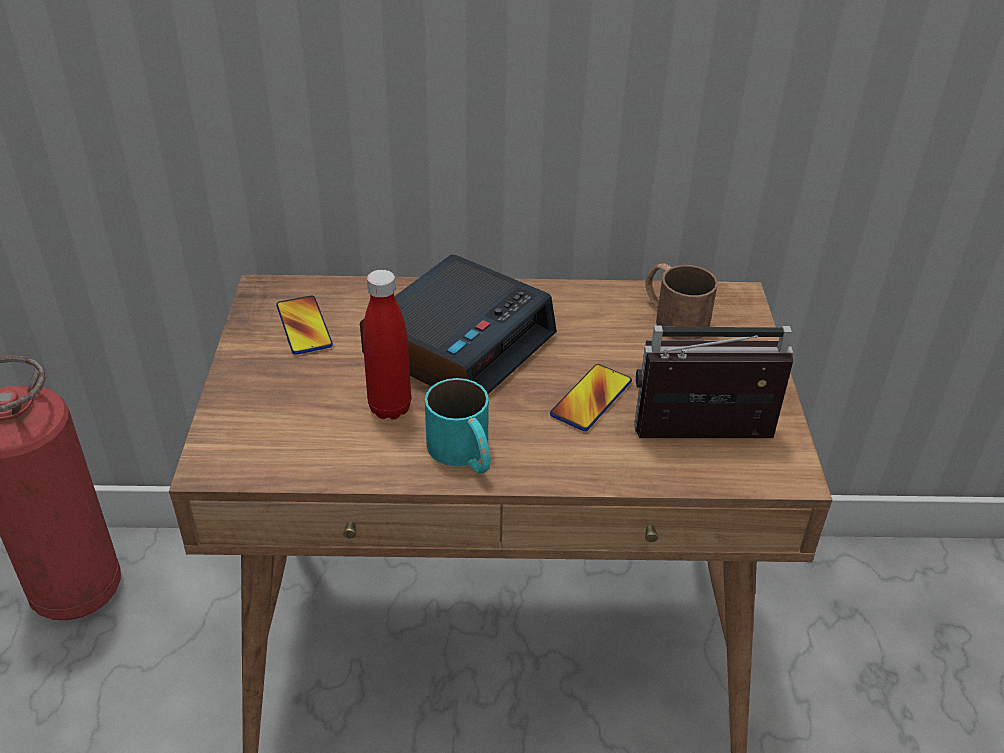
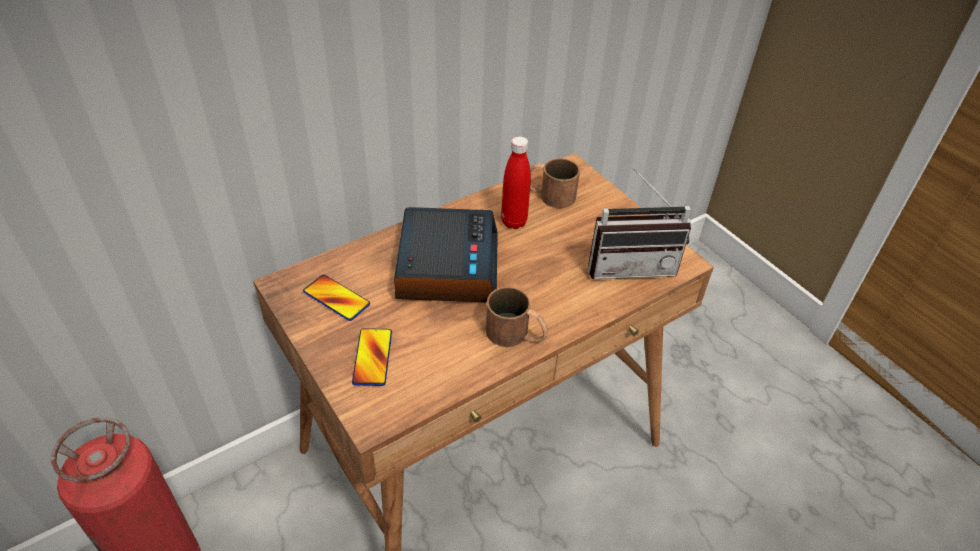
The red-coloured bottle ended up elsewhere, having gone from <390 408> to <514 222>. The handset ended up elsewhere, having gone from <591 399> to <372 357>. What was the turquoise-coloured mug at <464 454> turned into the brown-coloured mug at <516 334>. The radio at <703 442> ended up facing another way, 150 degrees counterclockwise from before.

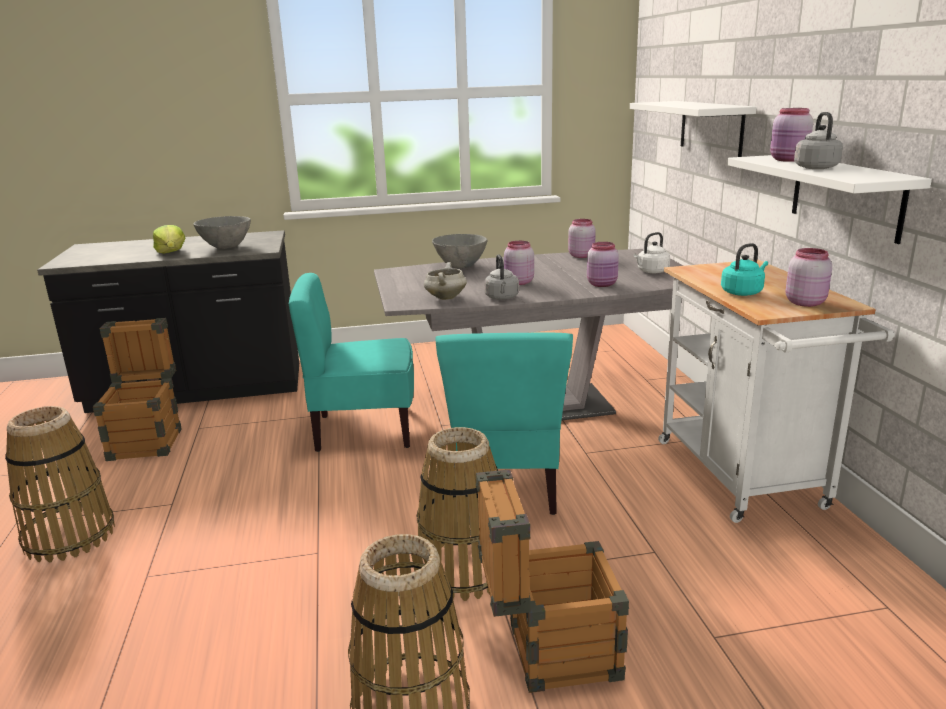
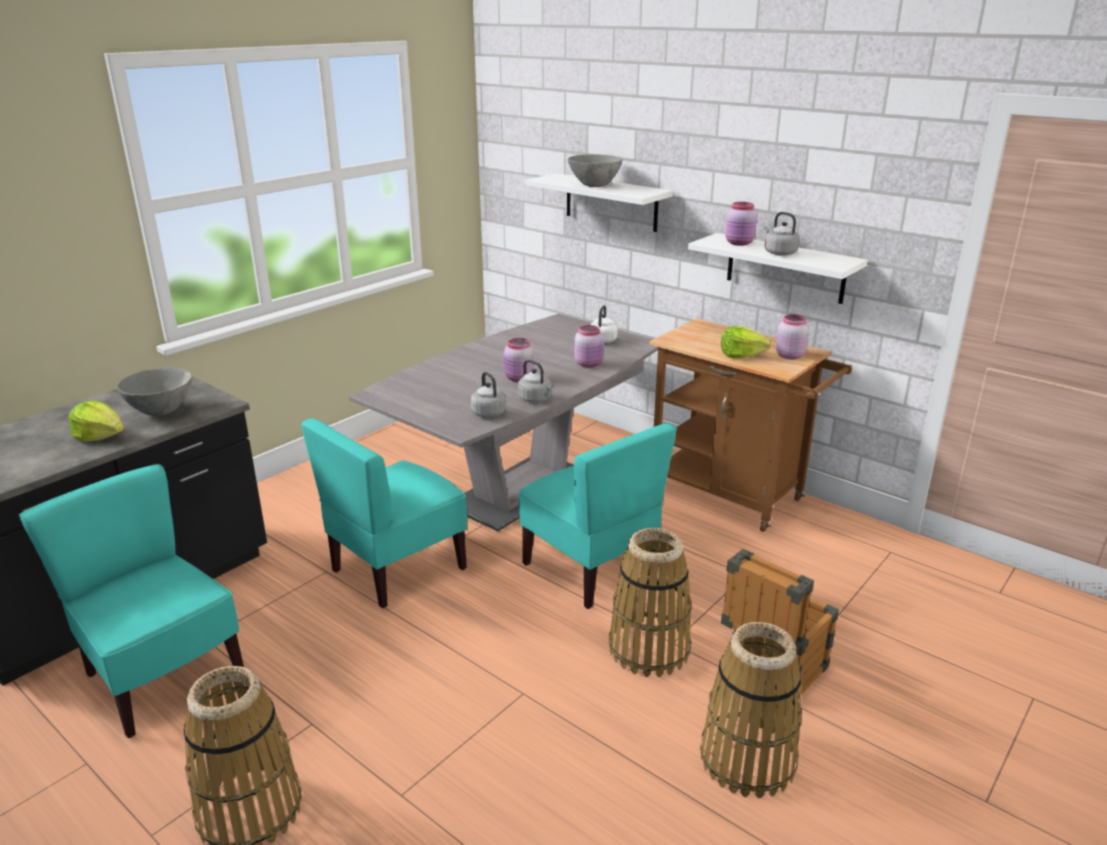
The second view lost the pinkish storage jar at <581 255>. The grey bowl ended up elsewhere, having gone from <460 266> to <594 186>. Where the shipping crate stood at <148 440>, the turquoise-coloured chair came to stand at <162 677>. Where the white stockpot stood at <445 298>, the grey water kettle came to stand at <487 412>. Where the turquoise-coloured water kettle stood at <743 292>, the lettuce came to stand at <741 355>. What was the white trolley at <745 479> turned into the brown-coloured trolley at <734 496>.

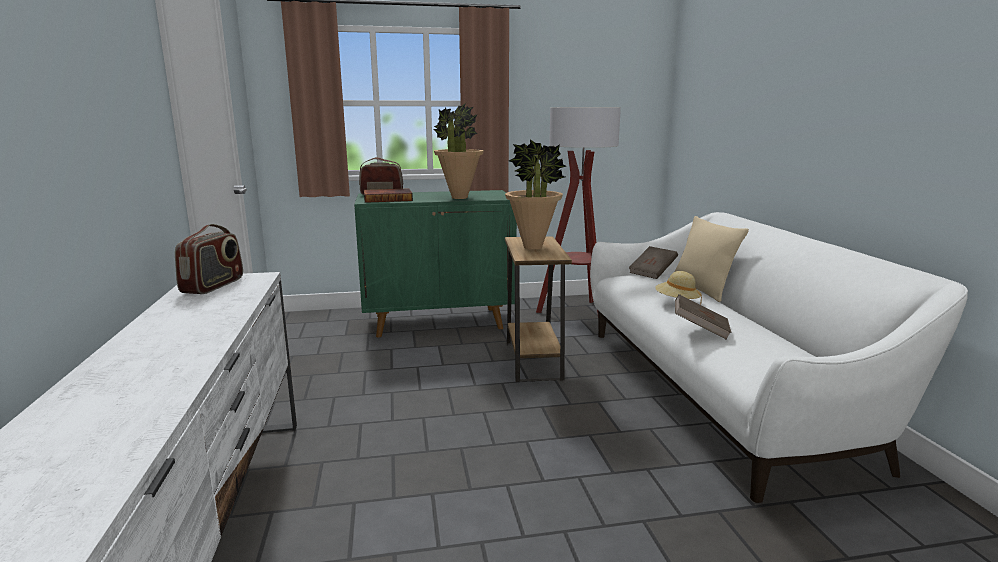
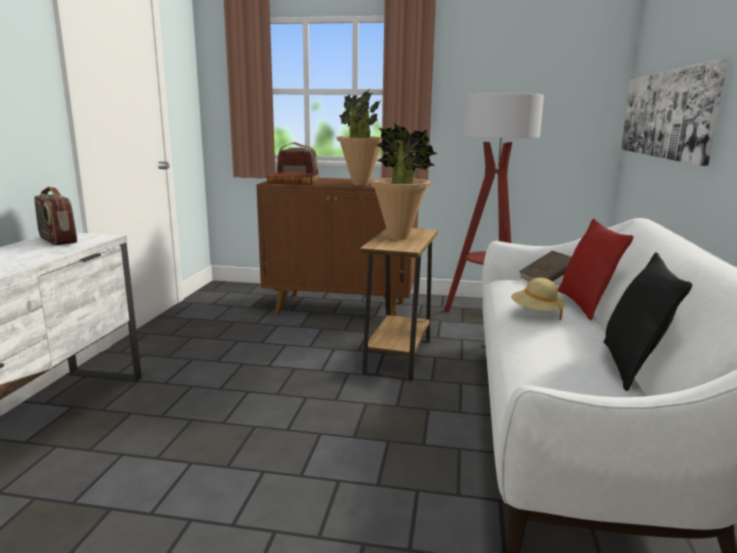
The second view lost the brown-coloured book at <700 330>. The second view gained the blackish throw pillow at <631 366>. The second view gained the wall picture at <665 114>. What was the greenish storage cabinet at <439 322> turned into the brown-coloured storage cabinet at <342 307>. What was the beige-coloured throw pillow at <702 290> turned into the red-coloured throw pillow at <585 305>. The radio at <213 286> ended up facing another way, 105 degrees clockwise from before.

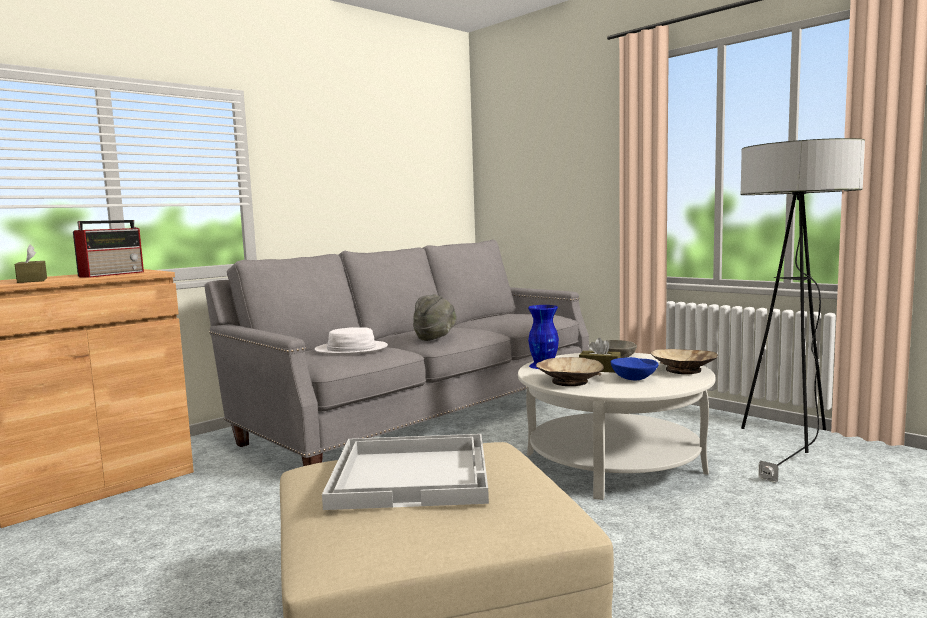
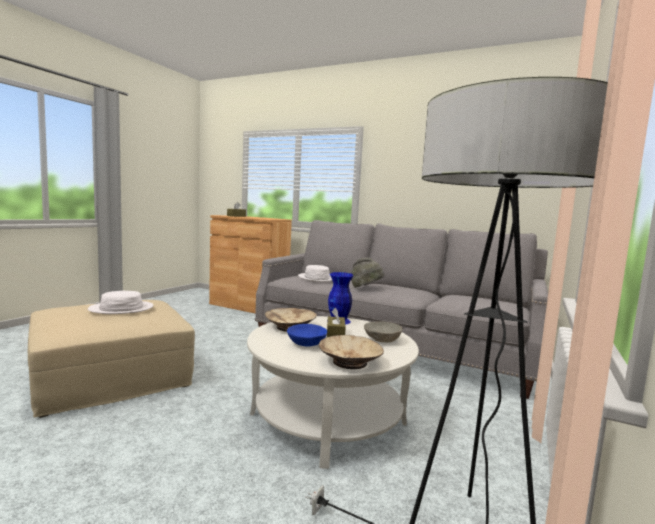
The second view lost the radio at <113 274>. Where the white serving tray stood at <412 474>, the white hat came to stand at <121 309>.

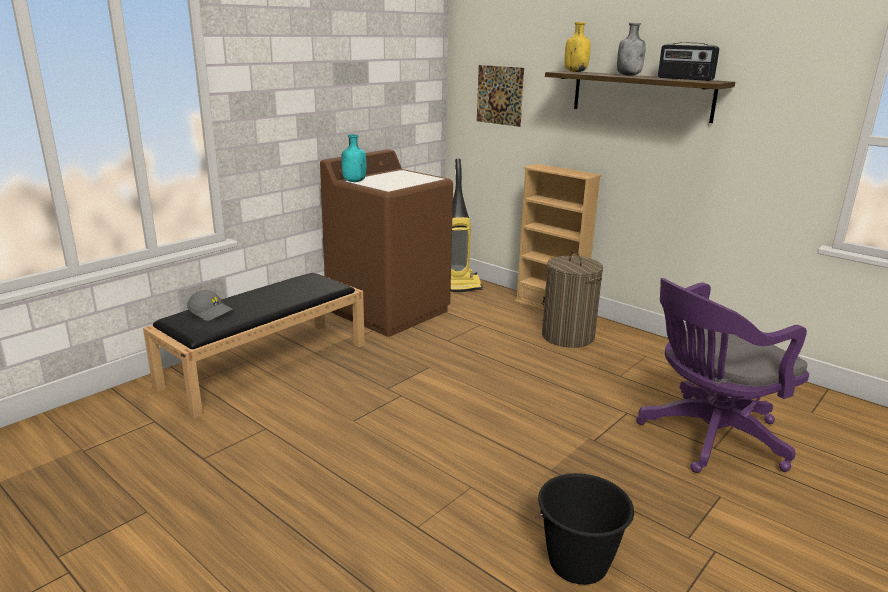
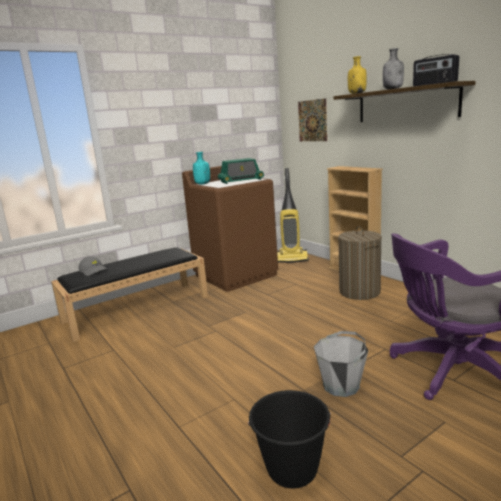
The second view gained the radio at <241 180>. The second view gained the grey pail at <341 385>.

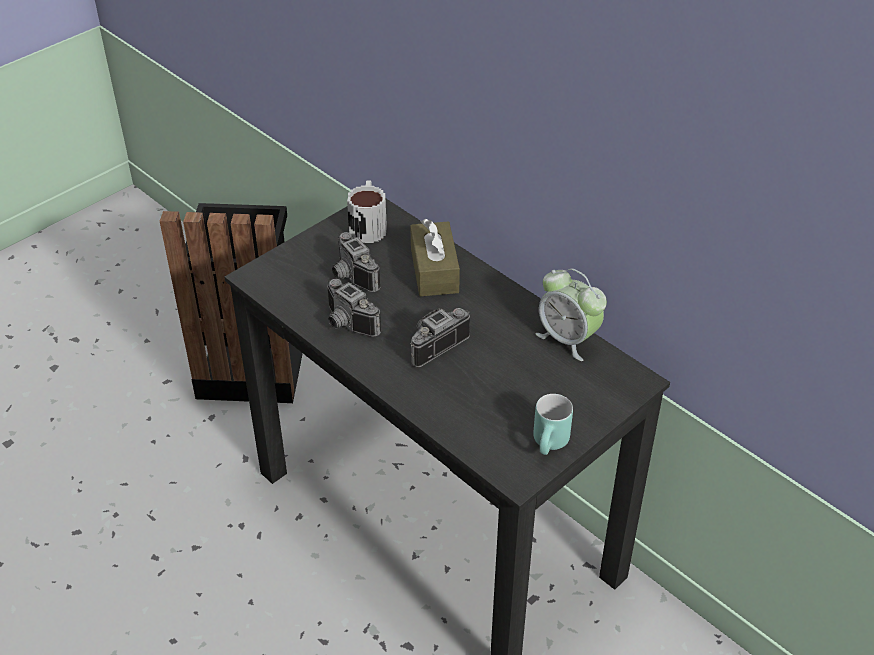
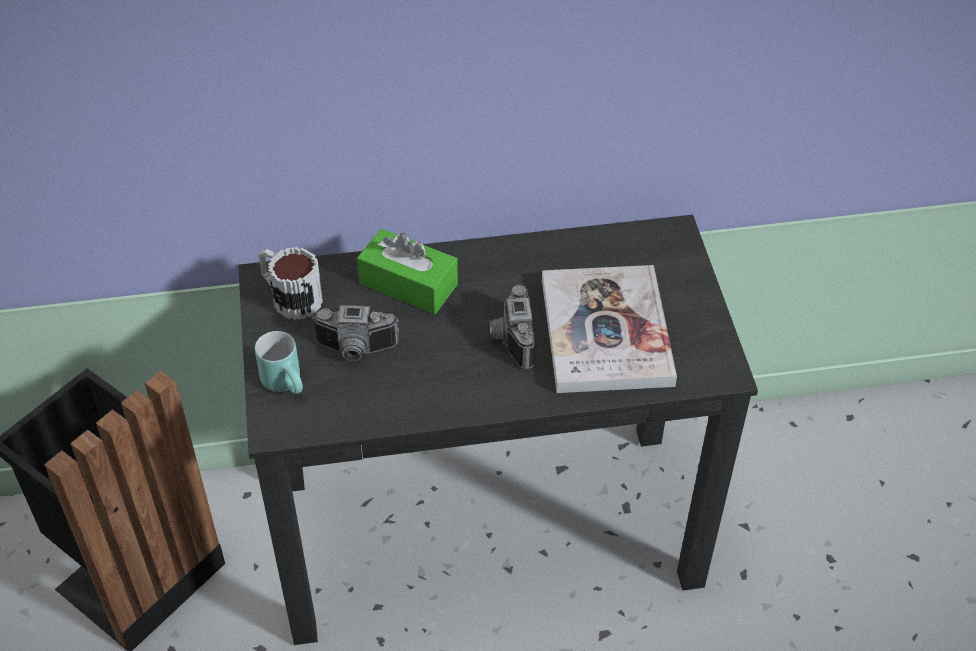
The second view lost the still camera at <346 324>. The second view lost the alarm clock at <568 339>. The second view gained the book at <606 332>. The turquoise-coloured mug ended up elsewhere, having gone from <551 445> to <288 383>. What was the brown-coloured tissue holder at <434 270> turned into the greenish tissue holder at <408 284>.

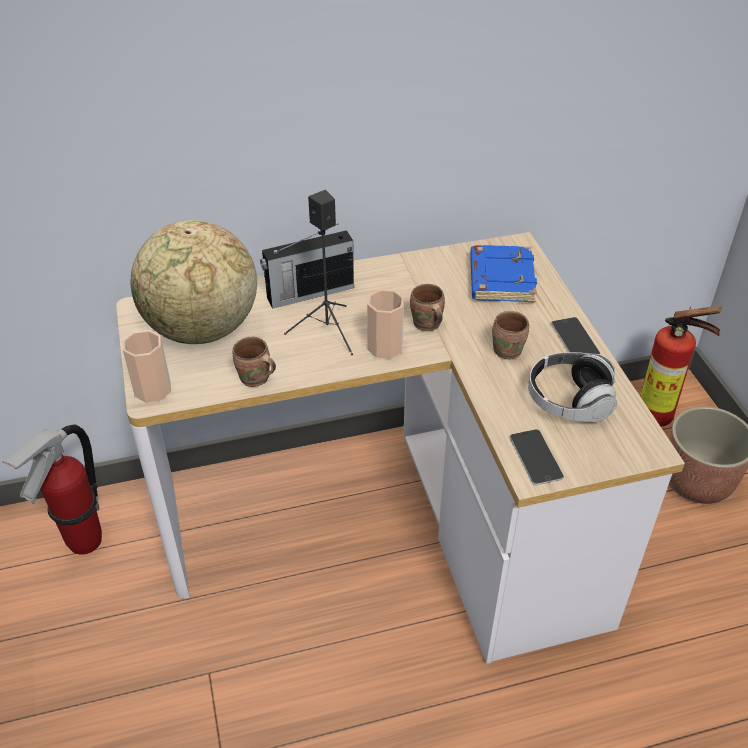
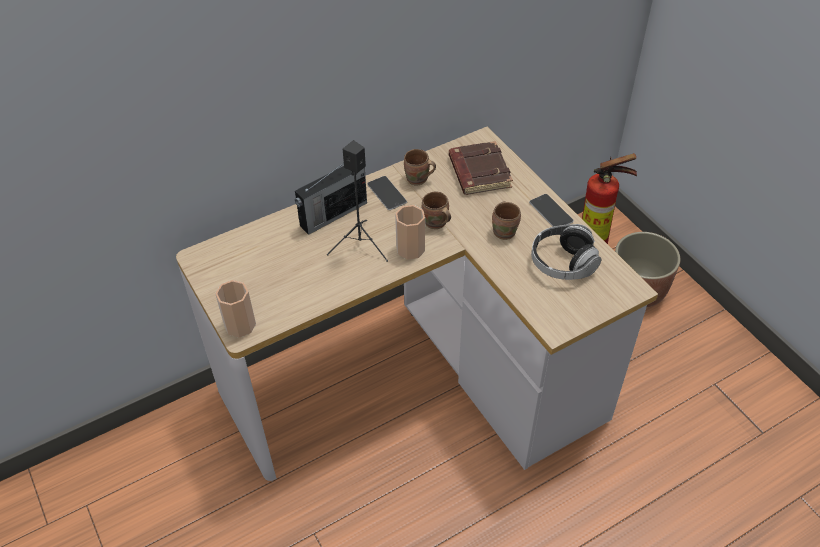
The second view lost the fire-fighting cylinder at <84 542>. The second view lost the globe at <202 329>. The brown-coloured mug ended up elsewhere, having gone from <255 380> to <418 180>. The handset ended up elsewhere, having gone from <536 457> to <387 193>. What was the bluish book at <500 279> turned into the brown-coloured book at <478 172>.

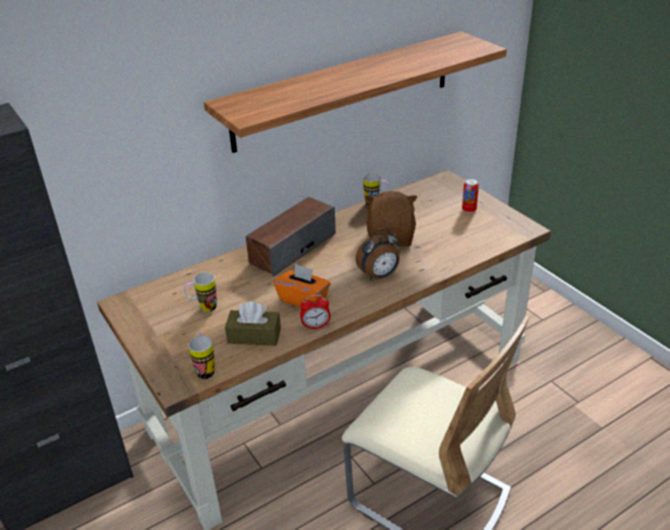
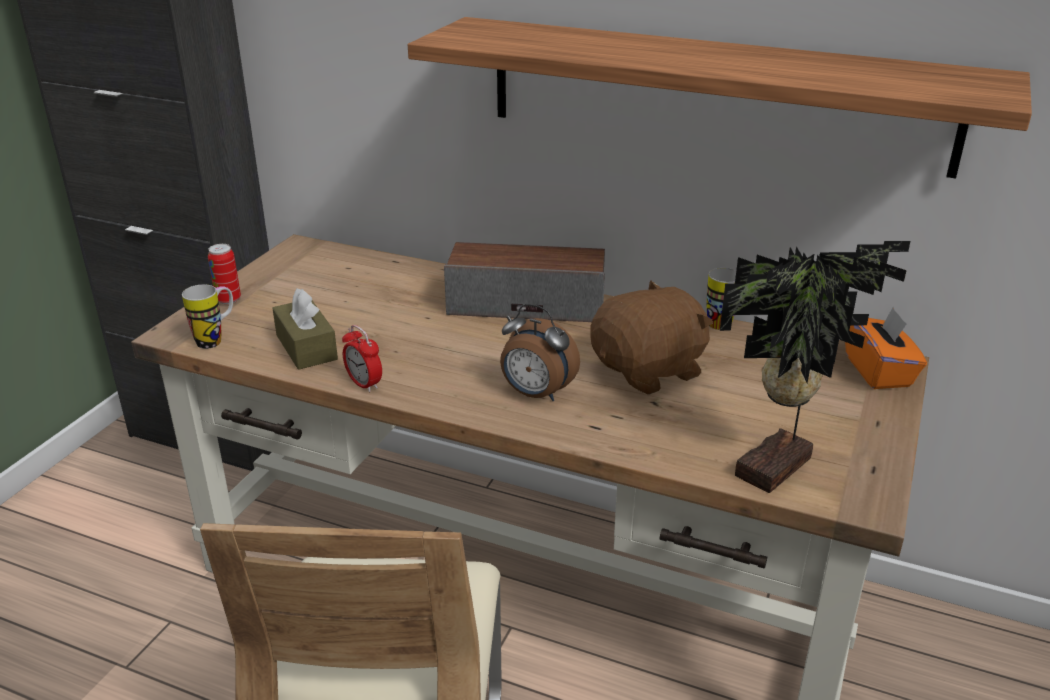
The second view lost the mug at <203 308>. The second view gained the potted plant at <779 469>. The orange tissue holder ended up elsewhere, having gone from <303 299> to <878 371>. The metal can ended up elsewhere, having gone from <469 210> to <228 299>.

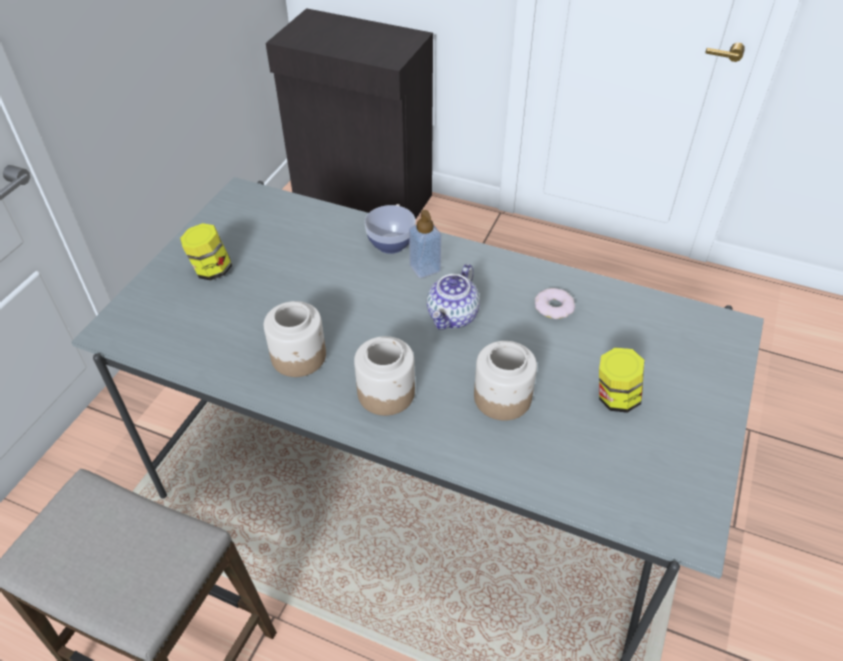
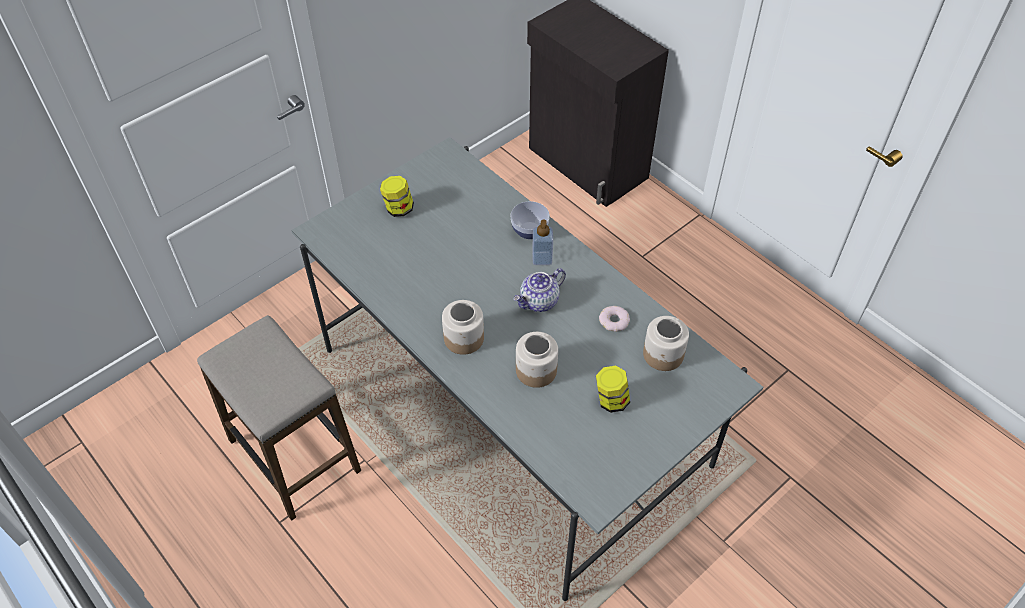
The storage jar ended up elsewhere, having gone from <299 357> to <663 355>.

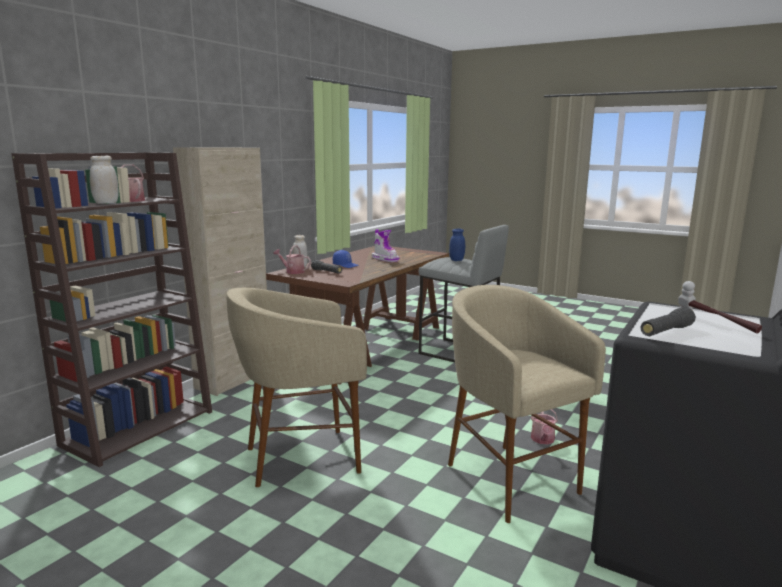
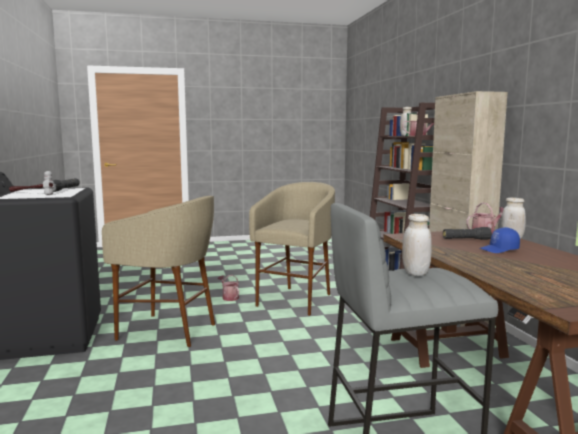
The second view lost the high-top boot at <385 259>. The watering pot ended up elsewhere, having gone from <543 440> to <229 297>. What was the bluish storage jar at <456 260> turned into the white storage jar at <415 273>.

